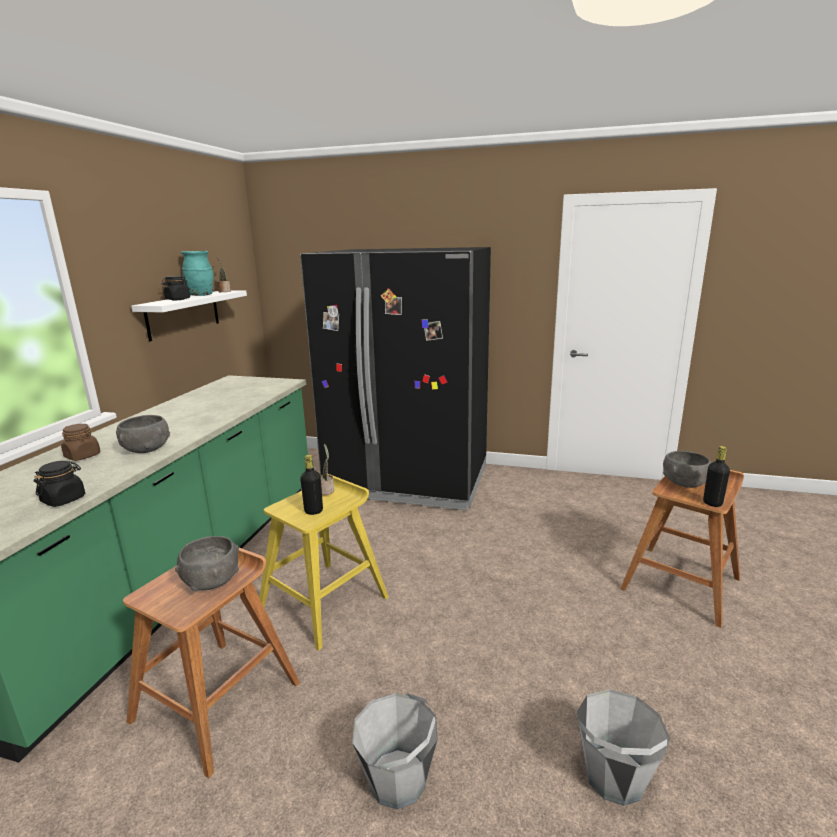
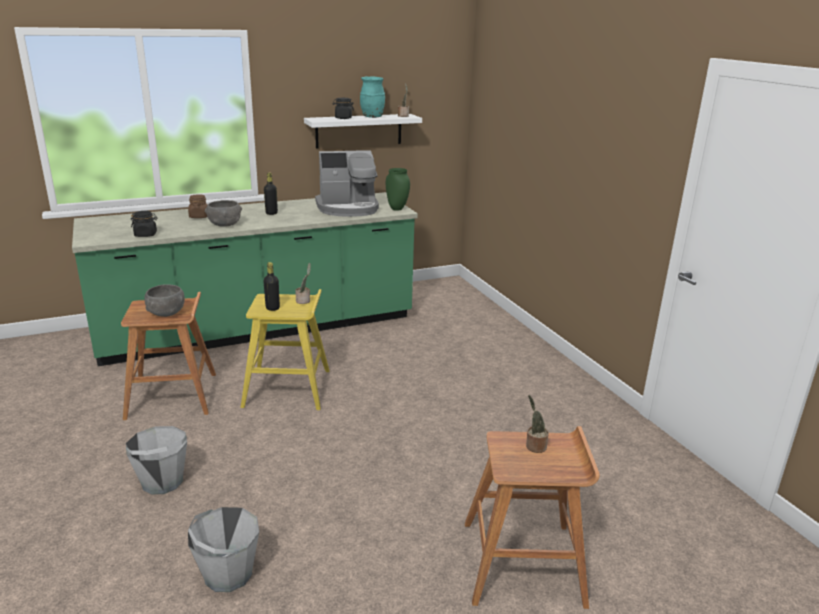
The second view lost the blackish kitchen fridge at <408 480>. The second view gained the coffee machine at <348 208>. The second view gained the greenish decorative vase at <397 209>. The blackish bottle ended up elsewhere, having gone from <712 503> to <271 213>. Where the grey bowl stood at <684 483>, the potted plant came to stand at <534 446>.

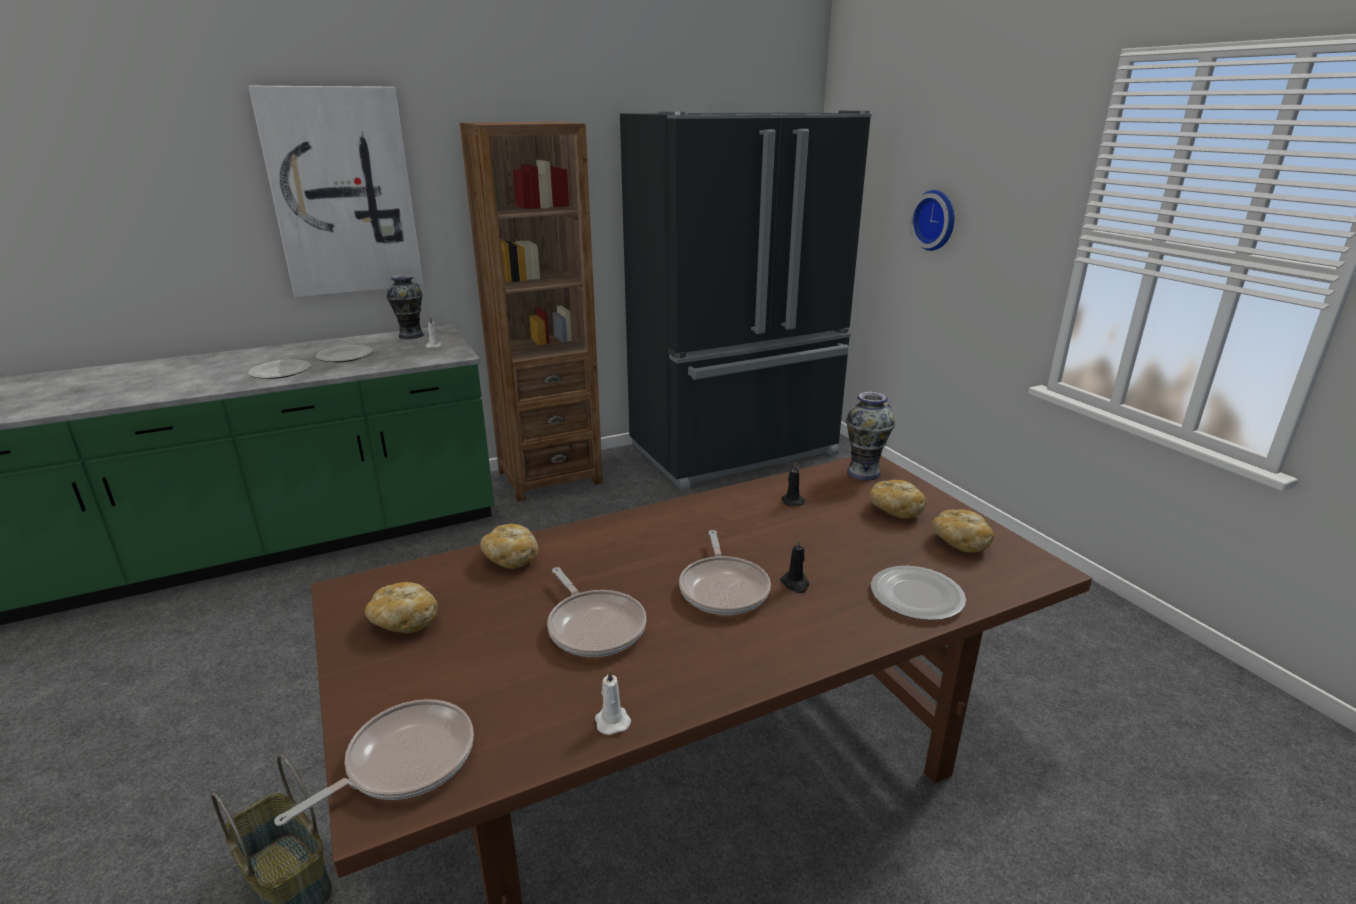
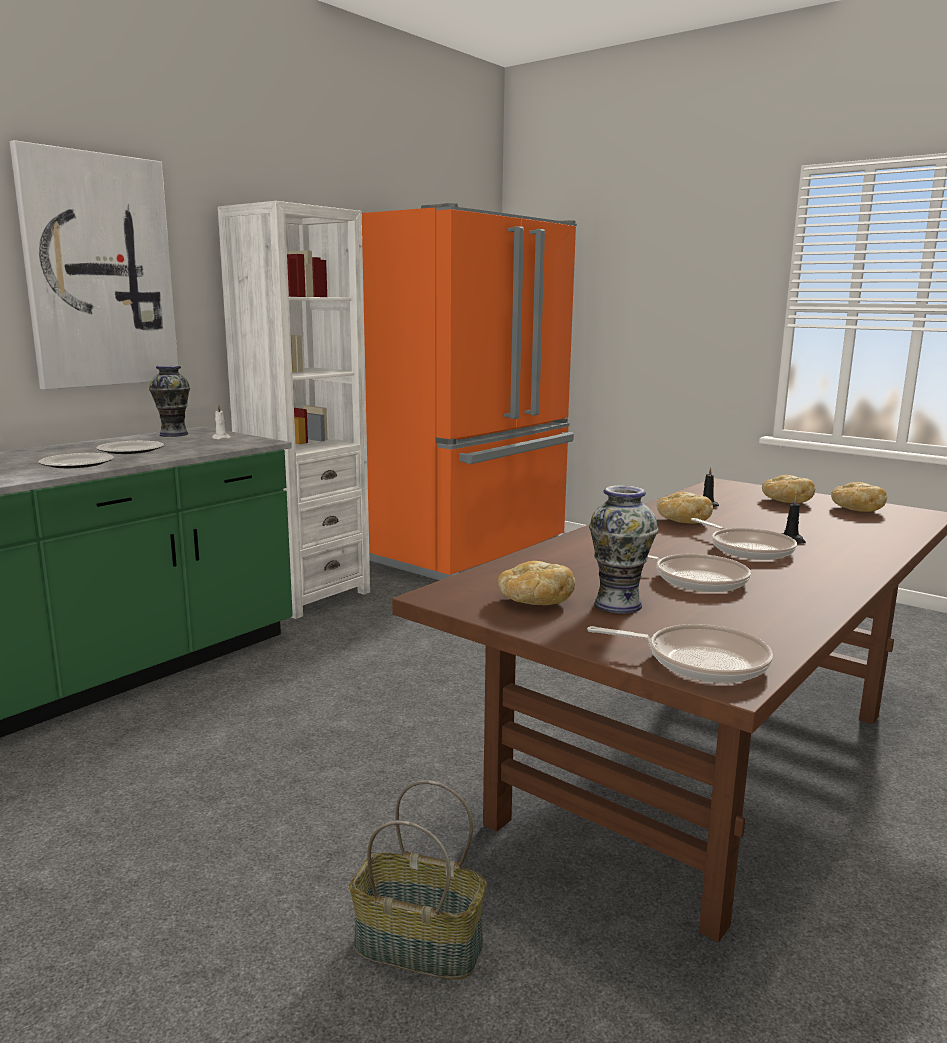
The second view lost the white wax candle at <611 720>. The second view lost the dinner plate at <915 596>. The second view lost the wall clock at <936 220>. The bread ended up elsewhere, having gone from <511 558> to <682 521>. The decorative vase ended up elsewhere, having gone from <863 472> to <617 604>. What was the brown-coloured bookshelf at <549 477> turned into the white bookshelf at <307 595>. What was the blackish kitchen fridge at <736 451> turned into the orange kitchen fridge at <472 552>. The frying pan at <403 762> ended up facing another way, 90 degrees clockwise from before.

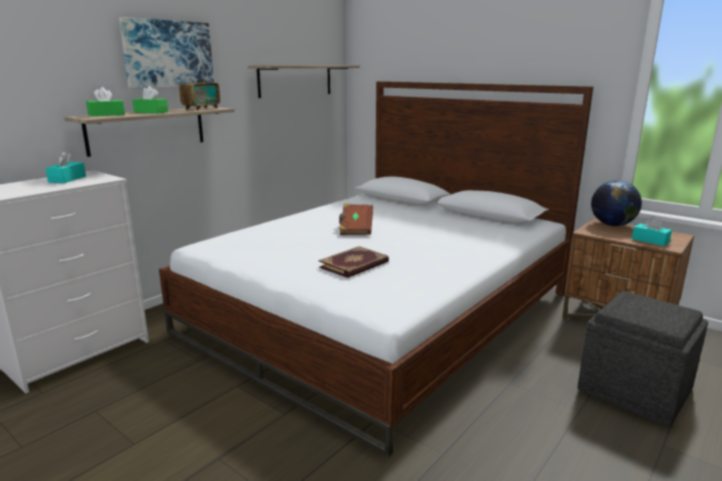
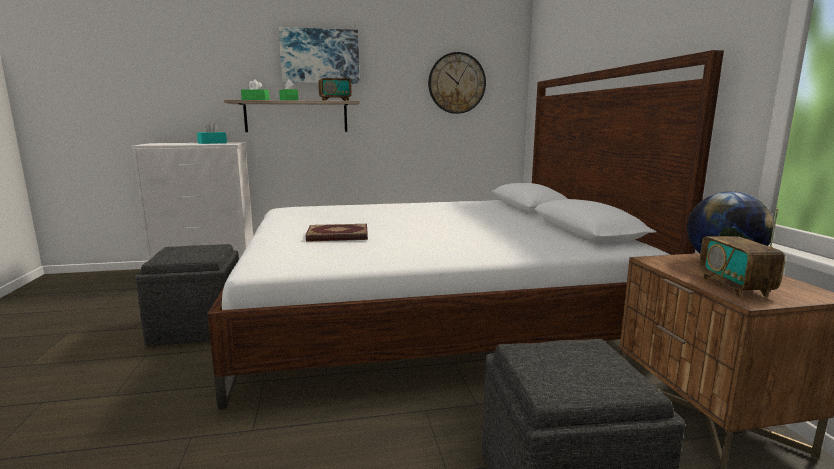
The second view lost the brown-coloured book at <355 229>. The second view gained the grey ottoman at <199 328>. Where the shelf hung at <295 80>, the wall clock came to hang at <456 83>. Where the turquoise-coloured tissue holder stood at <650 240>, the radio came to stand at <734 287>.

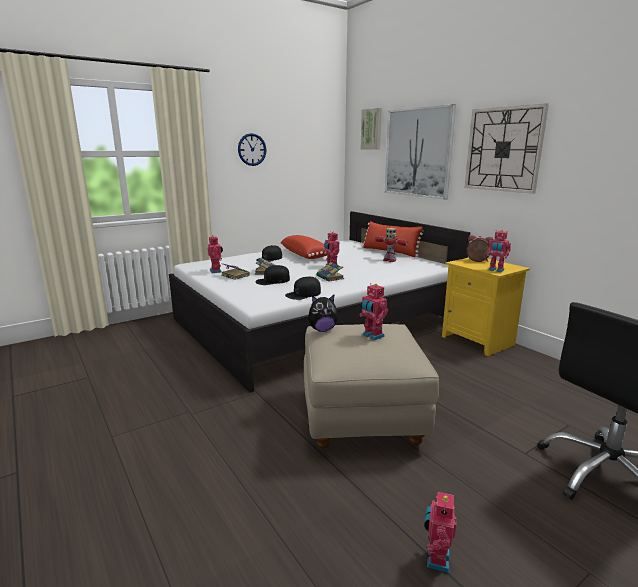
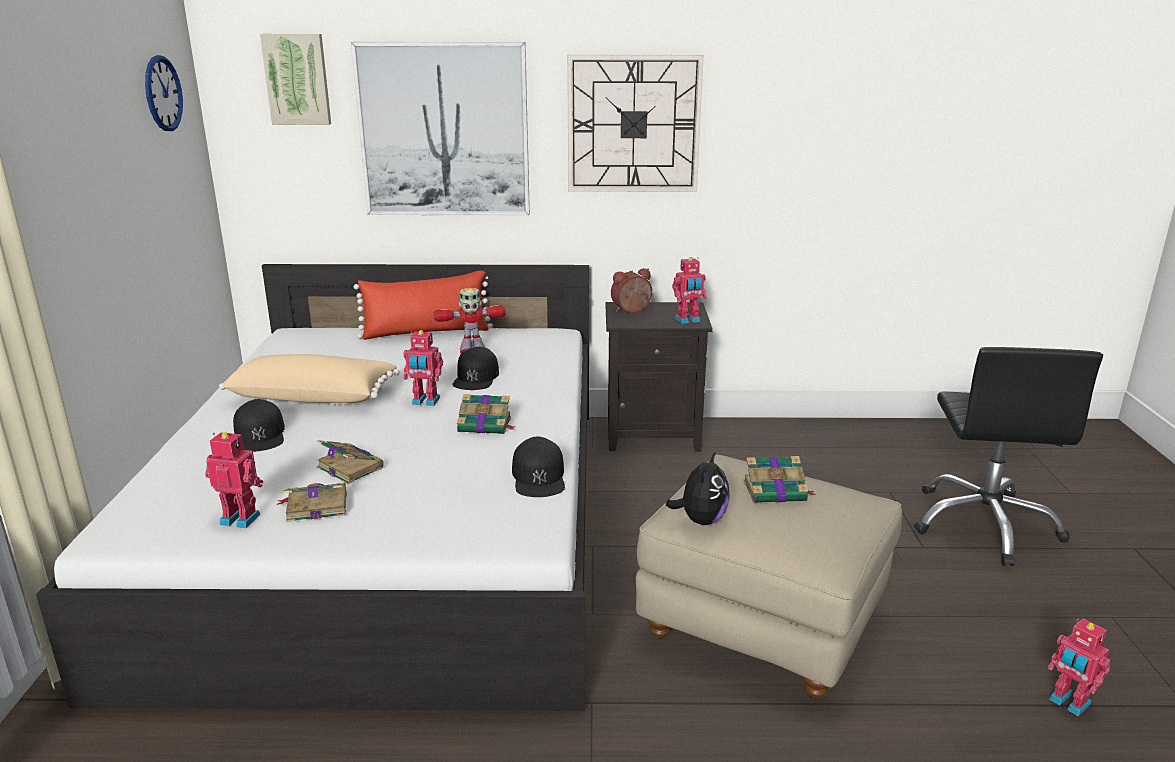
The wall clock ended up elsewhere, having gone from <252 149> to <163 93>. The blackish cap ended up elsewhere, having gone from <272 280> to <476 377>. Where the model robot stood at <372 336>, the book came to stand at <776 491>. What was the red-coloured throw pillow at <307 255> turned into the beige-coloured throw pillow at <314 396>. What was the yellowish nightstand at <479 340> turned into the blackish nightstand at <654 434>.

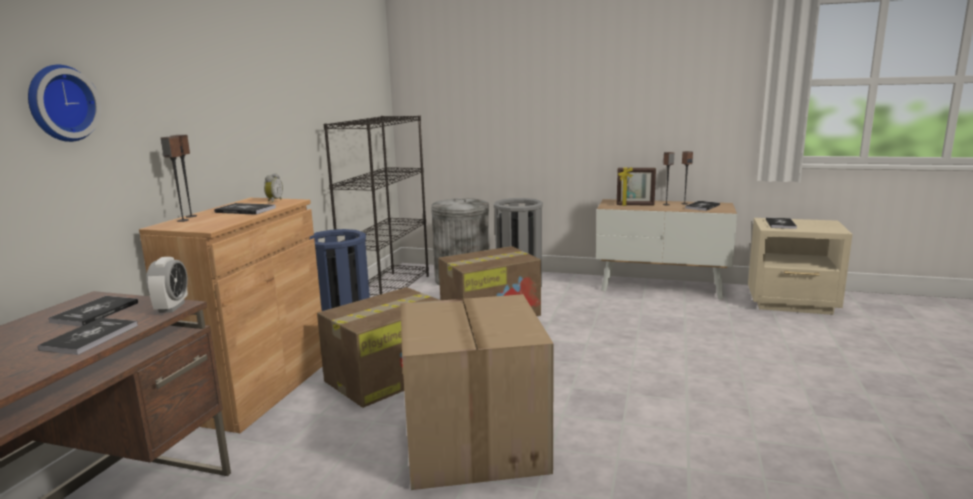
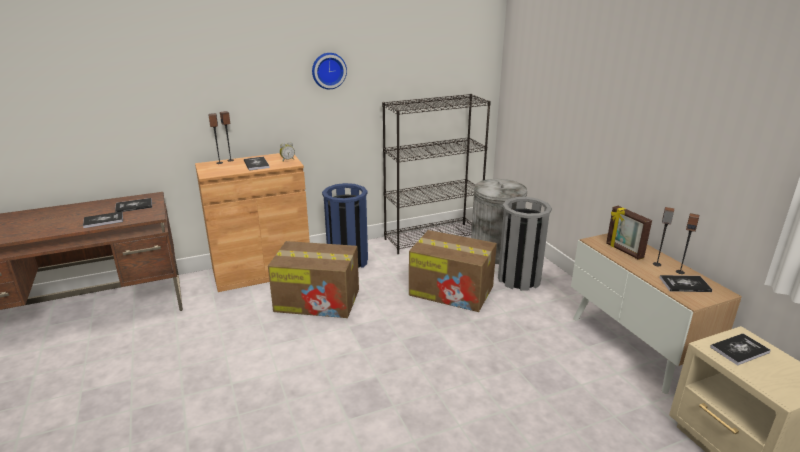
The second view lost the alarm clock at <172 307>. The second view lost the carton at <471 441>. The wall clock ended up elsewhere, having gone from <60 103> to <328 70>.

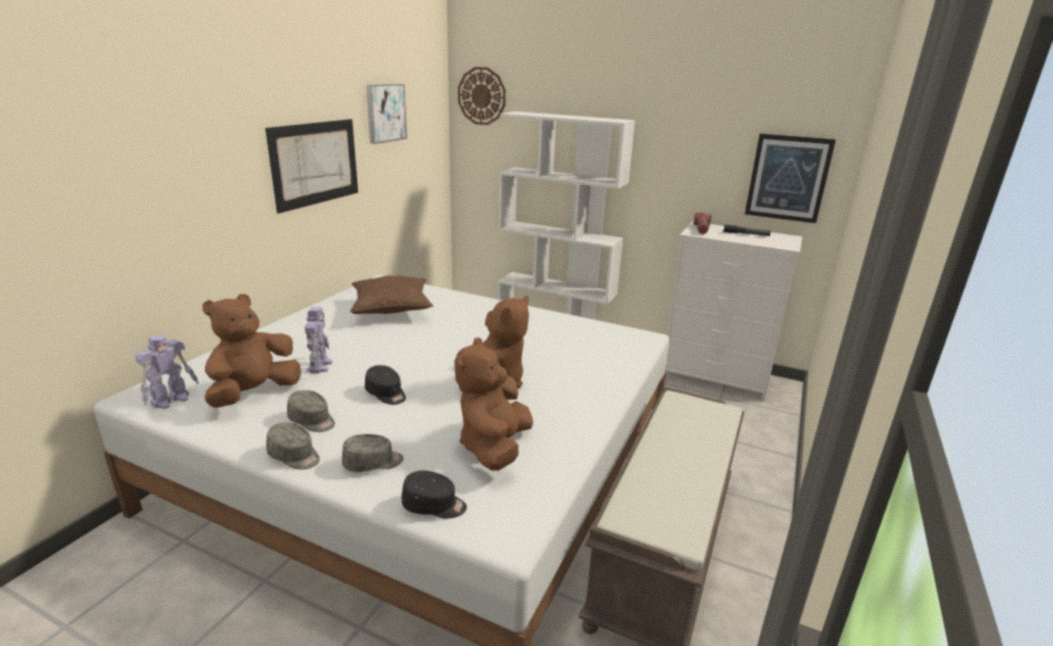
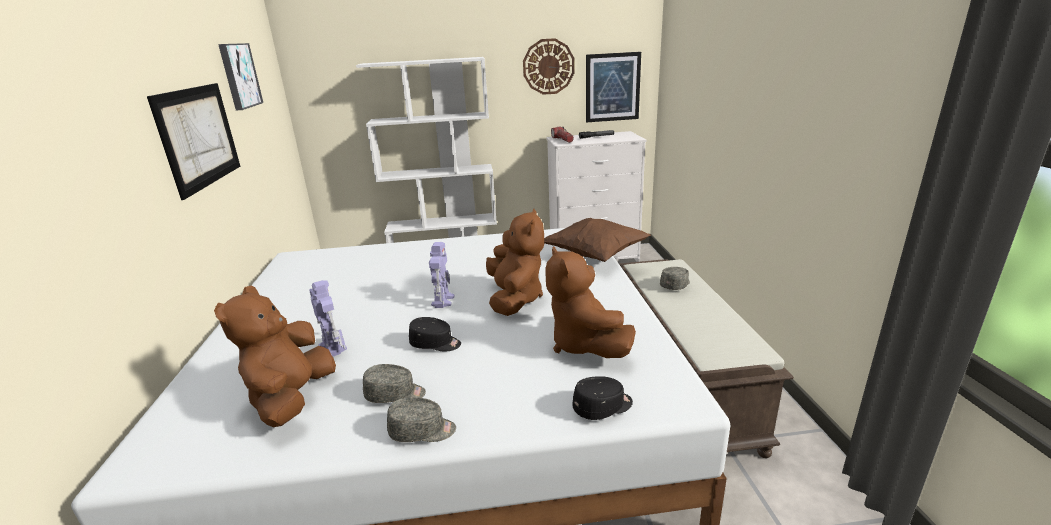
The model robot ended up elsewhere, having gone from <172 400> to <443 300>. The grey cap ended up elsewhere, having gone from <373 463> to <675 285>. The brown-coloured throw pillow ended up elsewhere, having gone from <391 311> to <595 255>. The wall clock ended up elsewhere, having gone from <481 96> to <548 66>.

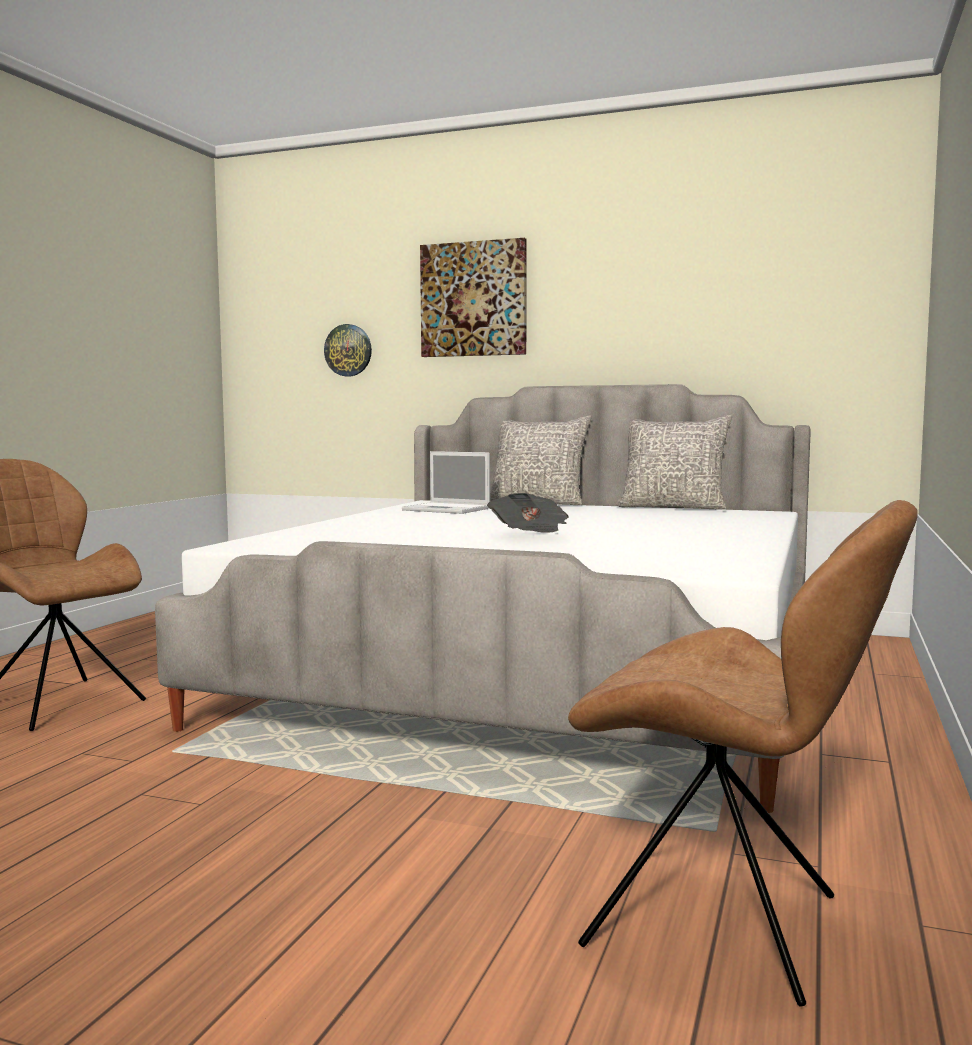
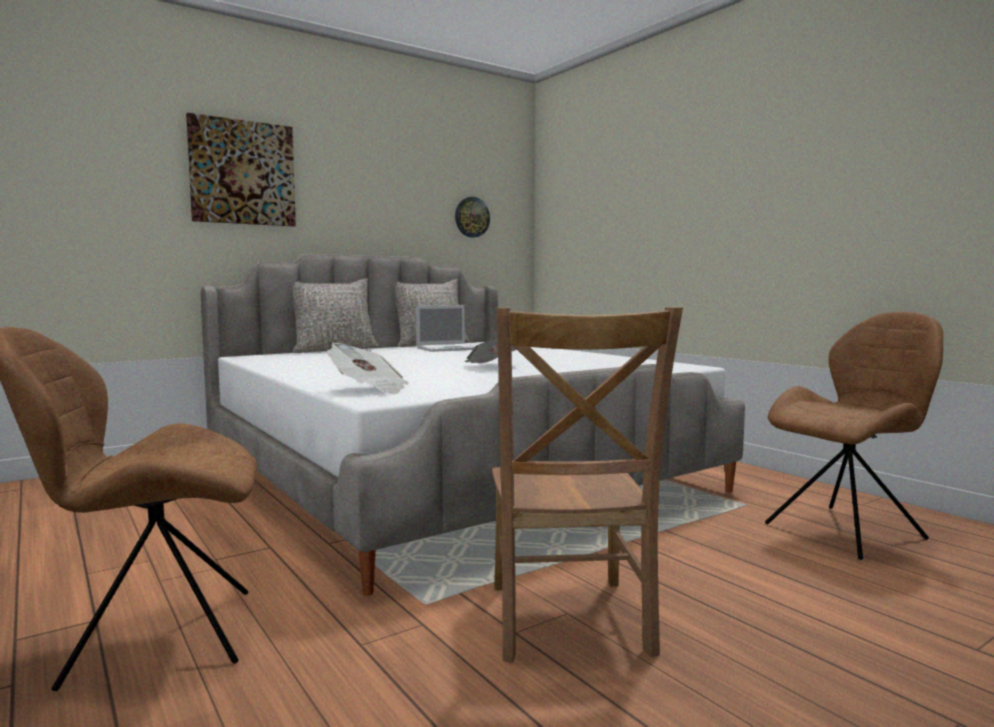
The second view gained the newspaper at <369 390>. The second view gained the brown-coloured chair at <568 622>. The wall clock ended up elsewhere, having gone from <348 350> to <472 217>. The laptop ended up elsewhere, having gone from <448 509> to <449 348>.

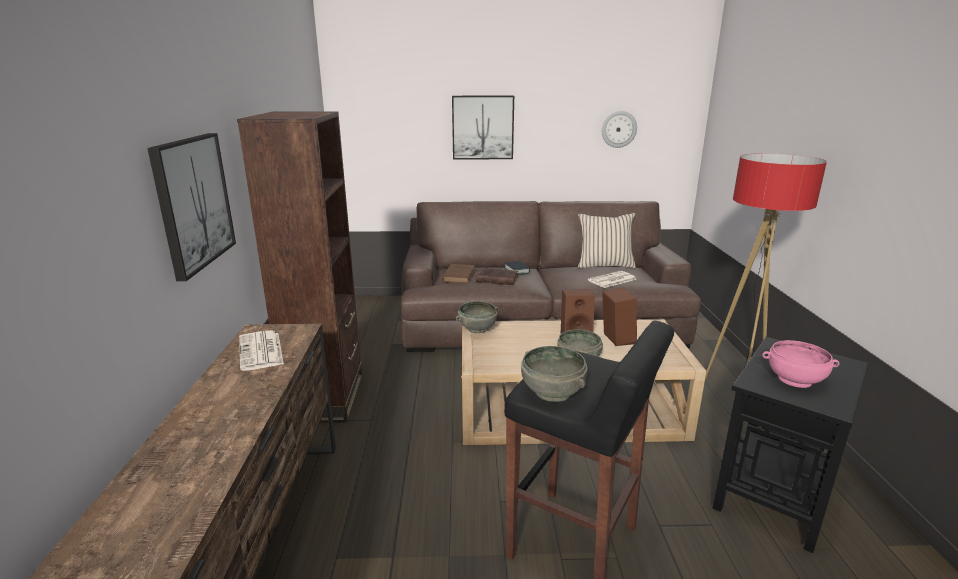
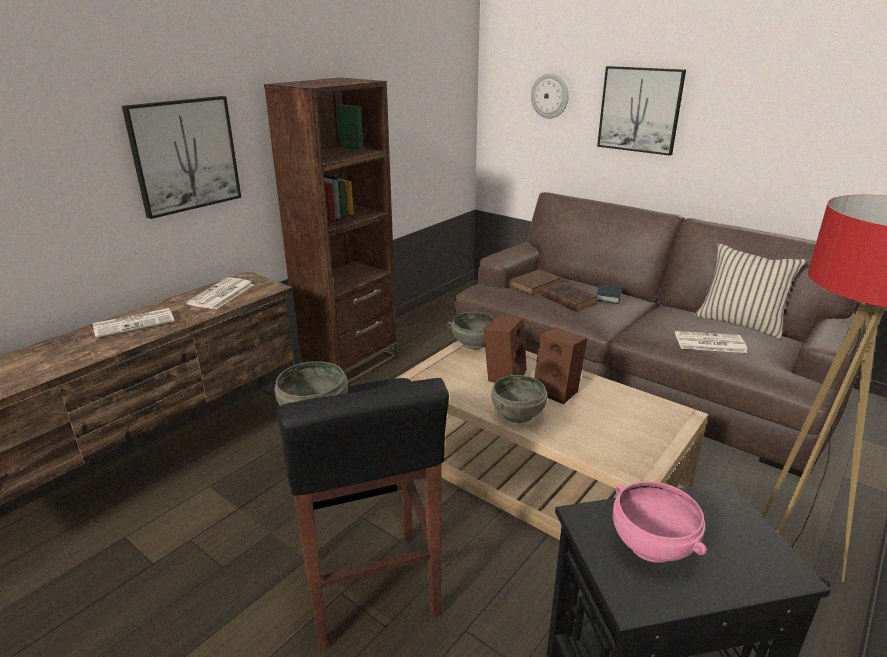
The second view gained the newspaper at <135 323>. The wall clock ended up elsewhere, having gone from <618 129> to <550 96>. The brown-coloured audio speaker ended up elsewhere, having gone from <615 339> to <503 375>.

